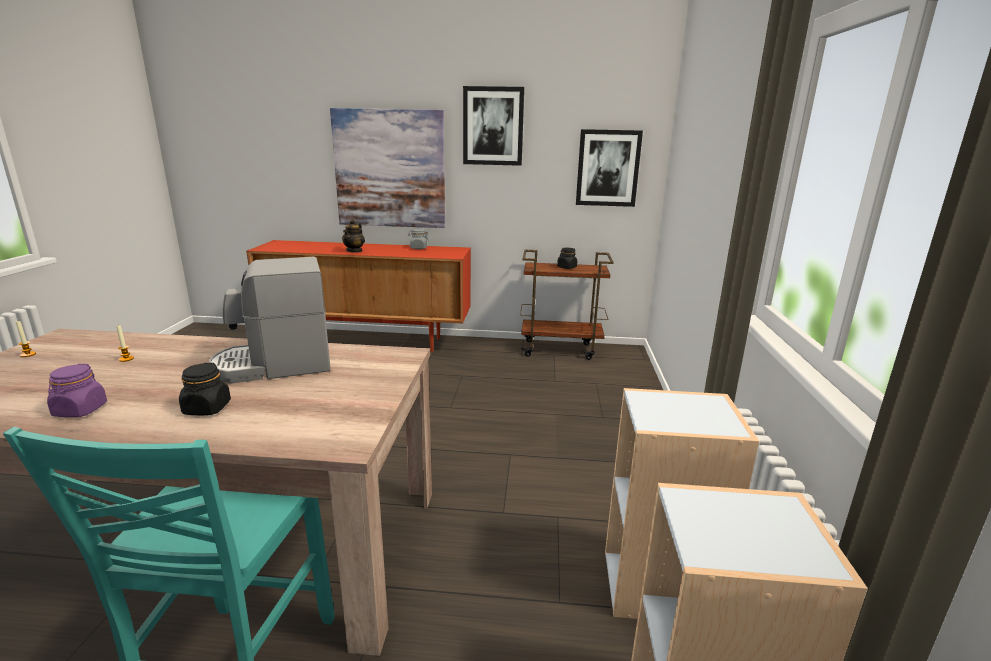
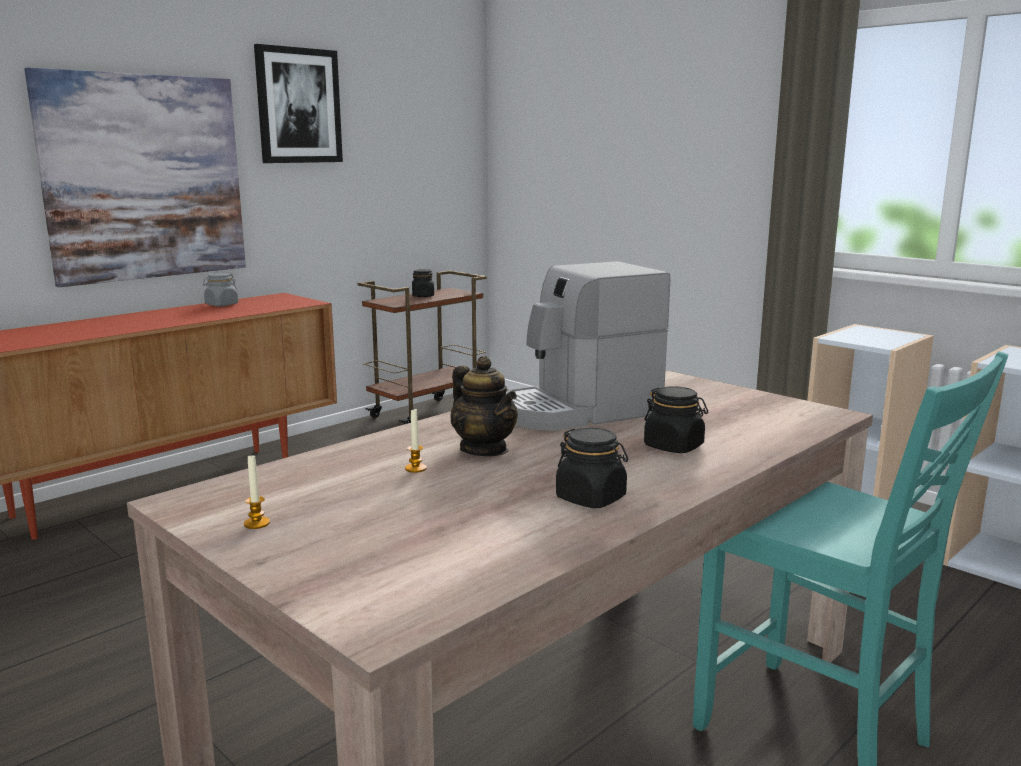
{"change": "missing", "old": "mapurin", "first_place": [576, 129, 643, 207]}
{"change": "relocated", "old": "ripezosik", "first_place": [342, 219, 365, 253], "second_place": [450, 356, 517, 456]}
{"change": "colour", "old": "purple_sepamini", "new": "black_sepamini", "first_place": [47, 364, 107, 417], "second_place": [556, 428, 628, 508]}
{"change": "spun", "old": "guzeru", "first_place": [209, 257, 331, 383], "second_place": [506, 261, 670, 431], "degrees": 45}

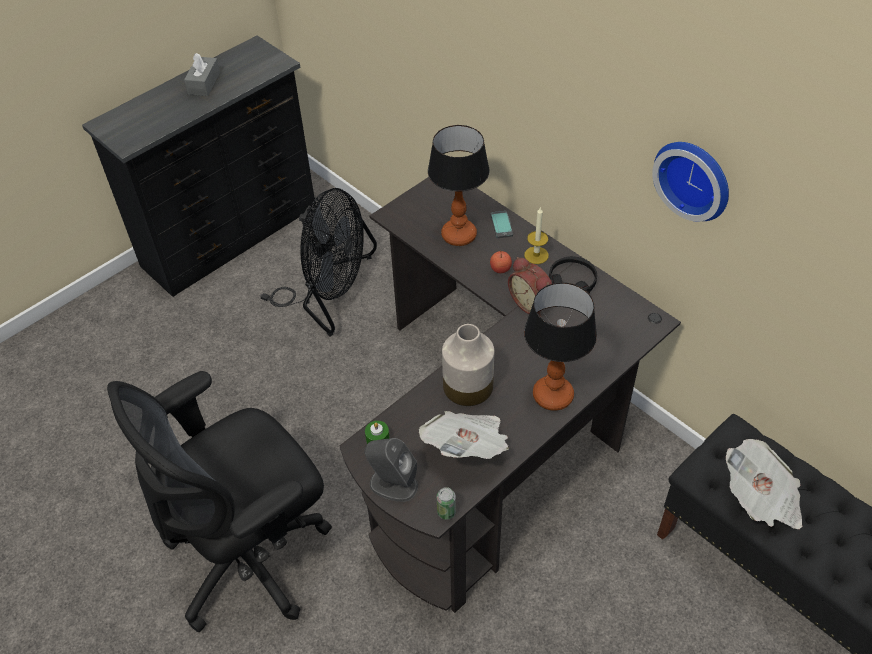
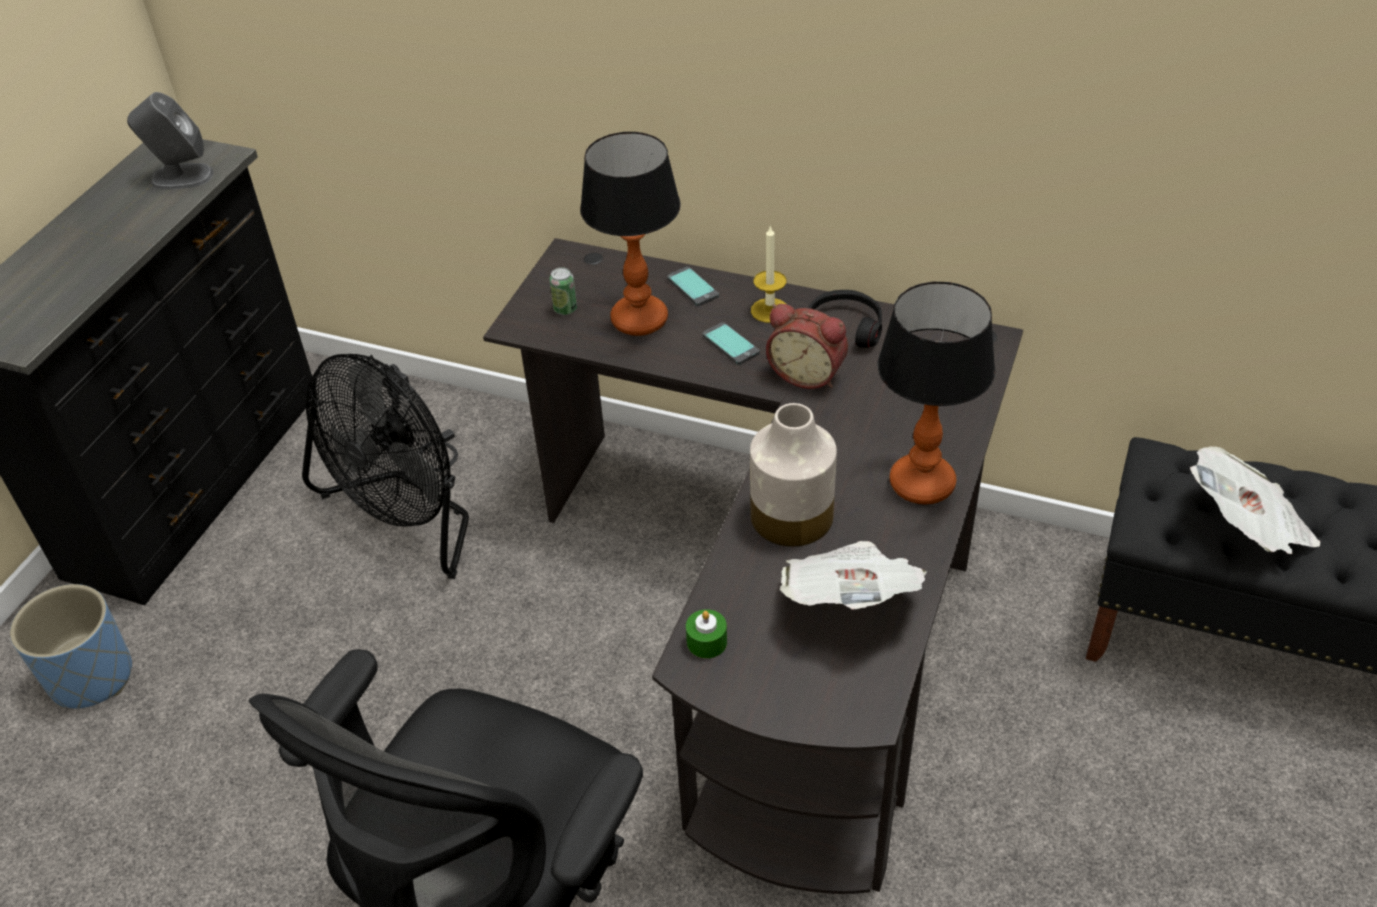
{"change": "missing", "old": "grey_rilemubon", "first_place": [184, 53, 220, 96]}
{"change": "missing", "old": "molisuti", "first_place": [652, 142, 729, 221]}
{"change": "appeared", "new": "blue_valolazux", "second_place": [10, 584, 132, 708]}
{"change": "relocated", "old": "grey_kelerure", "first_place": [364, 438, 418, 502], "second_place": [127, 92, 214, 190]}
{"change": "relocated", "old": "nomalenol", "first_place": [437, 487, 456, 520], "second_place": [550, 267, 577, 315]}
{"change": "exchanged", "old": "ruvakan", "new": "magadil", "first_place": [490, 250, 512, 273], "second_place": [702, 322, 760, 365]}
{"change": "spun", "old": "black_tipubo", "first_place": [260, 188, 377, 337], "second_place": [302, 354, 469, 579], "degrees": 135}

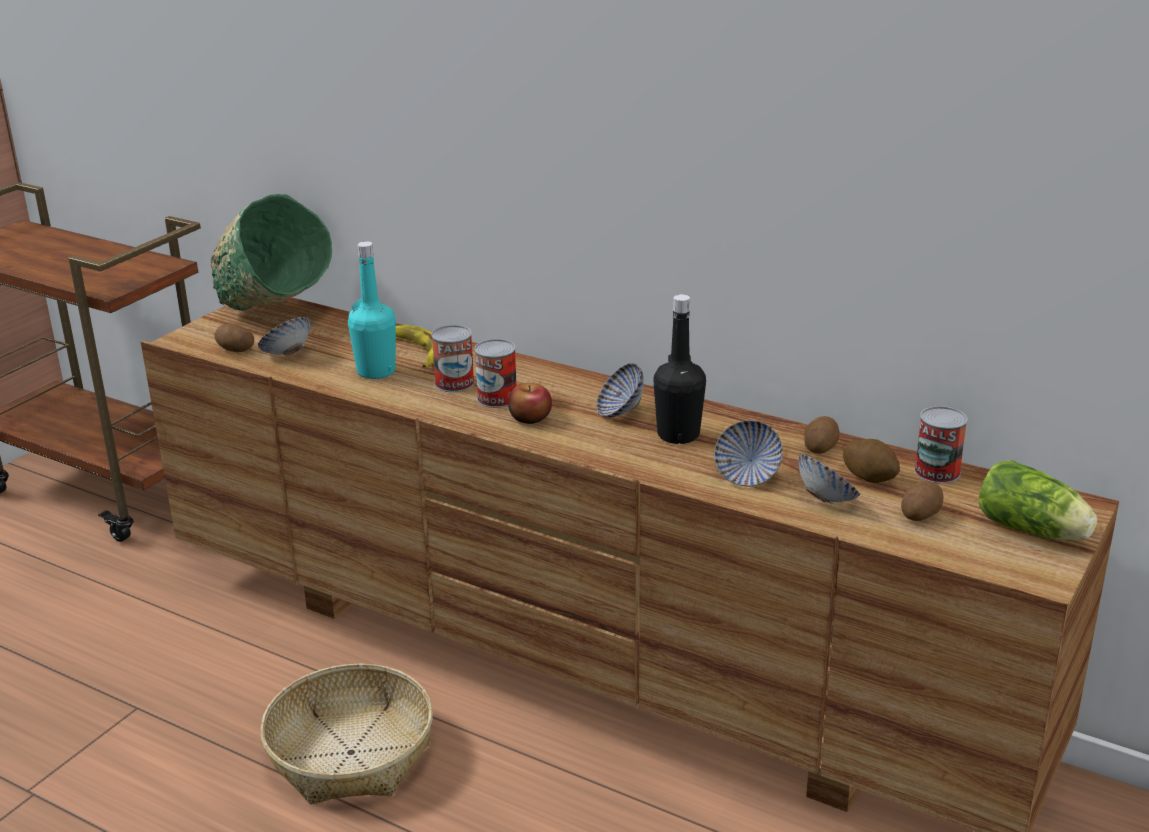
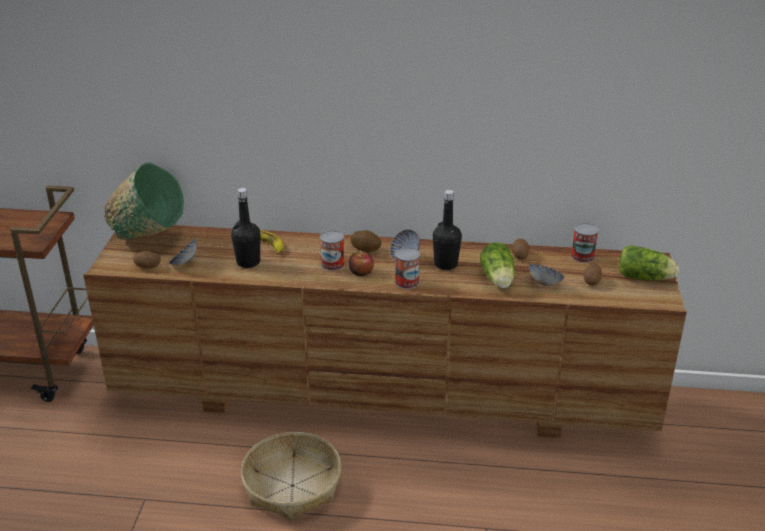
{"change": "relocated", "old": "nomalenol", "first_place": [431, 325, 475, 392], "second_place": [395, 247, 420, 289]}
{"change": "relocated", "old": "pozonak", "first_place": [843, 438, 900, 483], "second_place": [351, 230, 382, 252]}
{"change": "exchanged", "old": "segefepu", "new": "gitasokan", "first_place": [714, 420, 783, 487], "second_place": [480, 242, 515, 288]}
{"change": "colour", "old": "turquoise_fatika", "new": "black_fatika", "first_place": [348, 241, 396, 379], "second_place": [231, 188, 260, 268]}

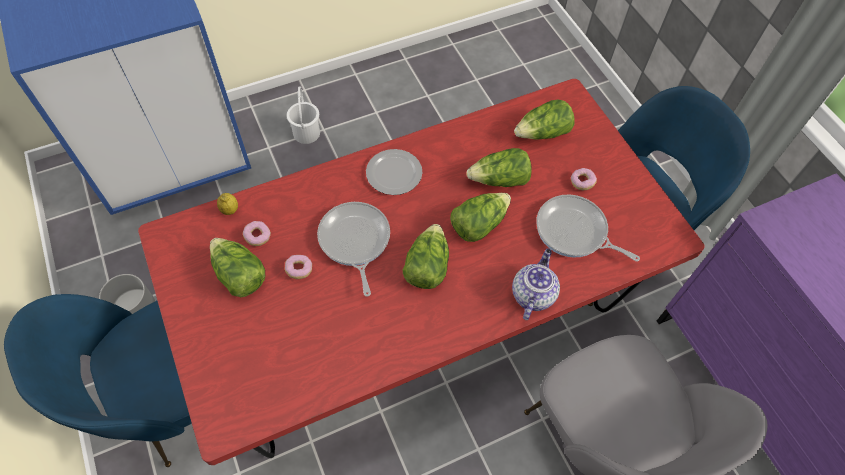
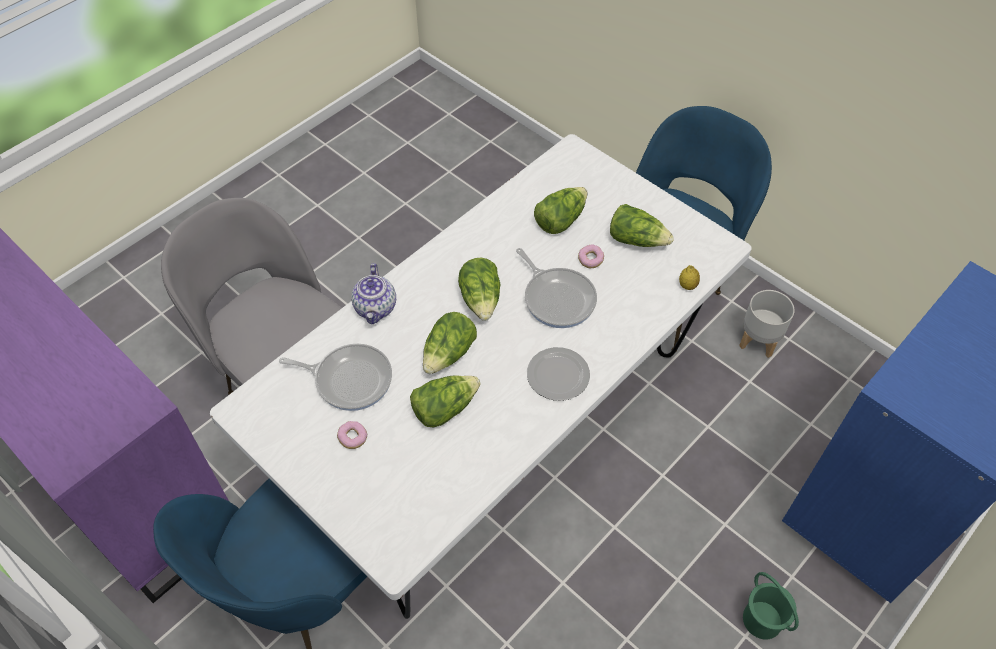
{"change": "missing", "old": "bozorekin", "first_place": [243, 221, 271, 246]}
{"change": "relocated", "old": "gitasokan", "first_place": [514, 100, 575, 140], "second_place": [534, 187, 588, 234]}
{"change": "colour", "old": "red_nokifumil", "new": "white_nokifumil", "first_place": [138, 79, 705, 465], "second_place": [210, 134, 752, 619]}
{"change": "colour", "old": "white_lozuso", "new": "green_lozuso", "first_place": [287, 86, 320, 144], "second_place": [743, 572, 799, 639]}

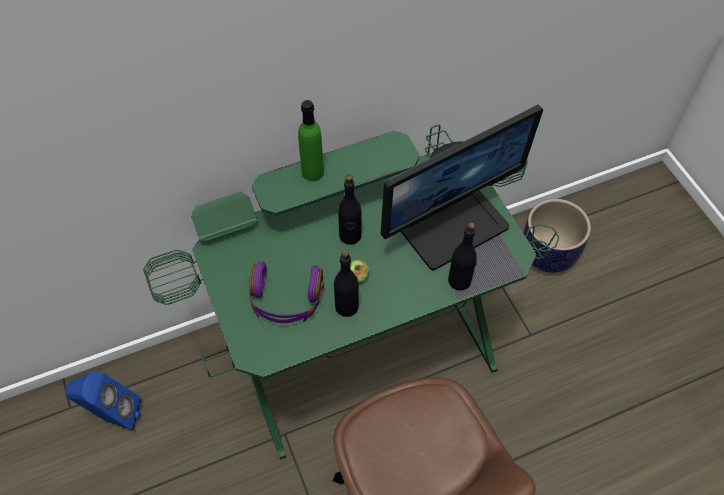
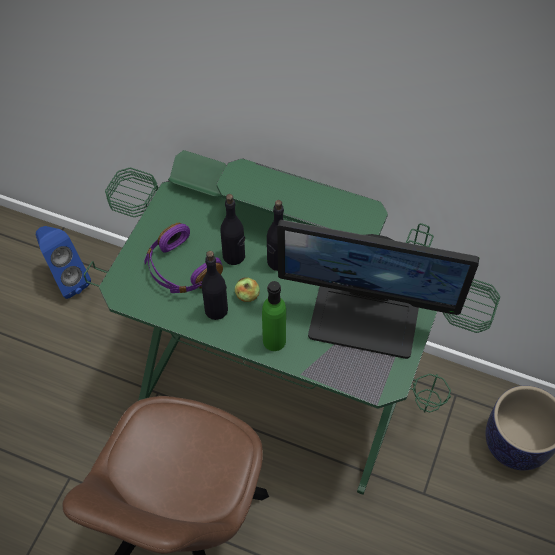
{"change": "relocated", "old": "green_fatika", "first_place": [298, 100, 324, 181], "second_place": [262, 281, 286, 351]}
{"change": "relocated", "old": "black_fatika", "first_place": [448, 222, 477, 291], "second_place": [221, 194, 245, 265]}

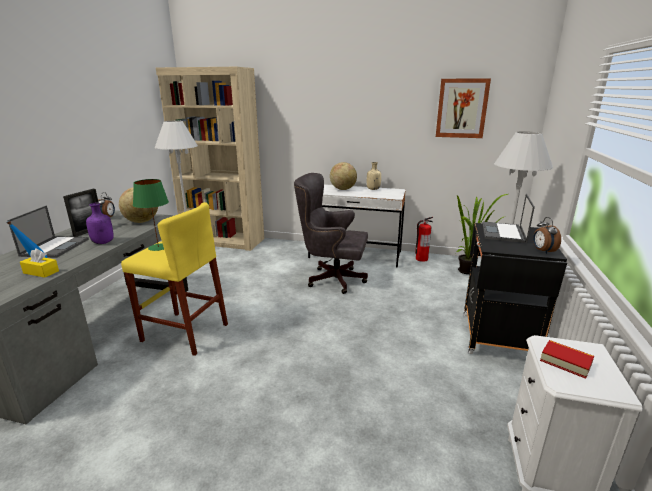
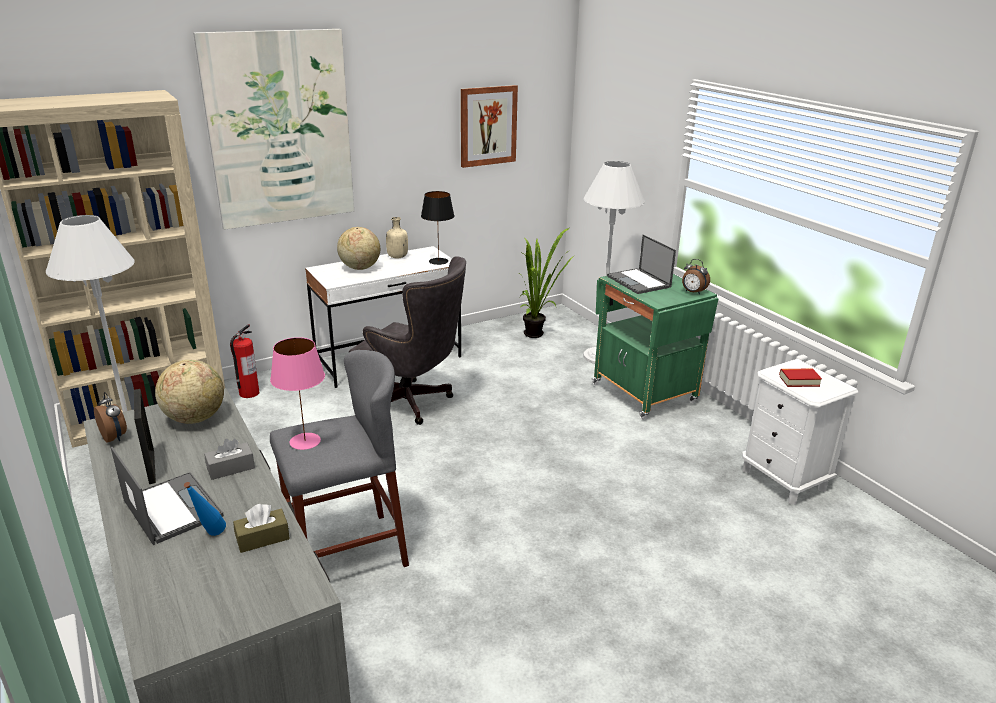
{"change": "appeared", "new": "mapurin", "second_place": [193, 29, 354, 230]}
{"change": "appeared", "new": "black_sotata", "second_place": [421, 191, 455, 265]}
{"change": "relocated", "old": "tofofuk", "first_place": [415, 217, 433, 262], "second_place": [230, 324, 259, 398]}
{"change": "exchanged", "old": "purple_fatika", "new": "grey_rilemubon", "first_place": [86, 203, 114, 244], "second_place": [204, 439, 255, 480]}
{"change": "colour", "old": "yellow_rilemubon", "new": "brown_rilemubon", "first_place": [20, 249, 59, 278], "second_place": [233, 504, 290, 553]}
{"change": "colour", "old": "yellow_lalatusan", "new": "grey_lalatusan", "first_place": [121, 202, 228, 356], "second_place": [270, 350, 409, 567]}
{"change": "colour", "old": "green_sotata", "new": "pink_sotata", "first_place": [133, 179, 169, 251], "second_place": [270, 337, 325, 450]}
{"change": "colour", "old": "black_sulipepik", "new": "green_sulipepik", "first_place": [463, 223, 567, 354], "second_place": [591, 274, 719, 420]}
{"change": "spun", "old": "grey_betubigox", "first_place": [294, 173, 368, 294], "second_place": [349, 256, 466, 425], "degrees": -120}

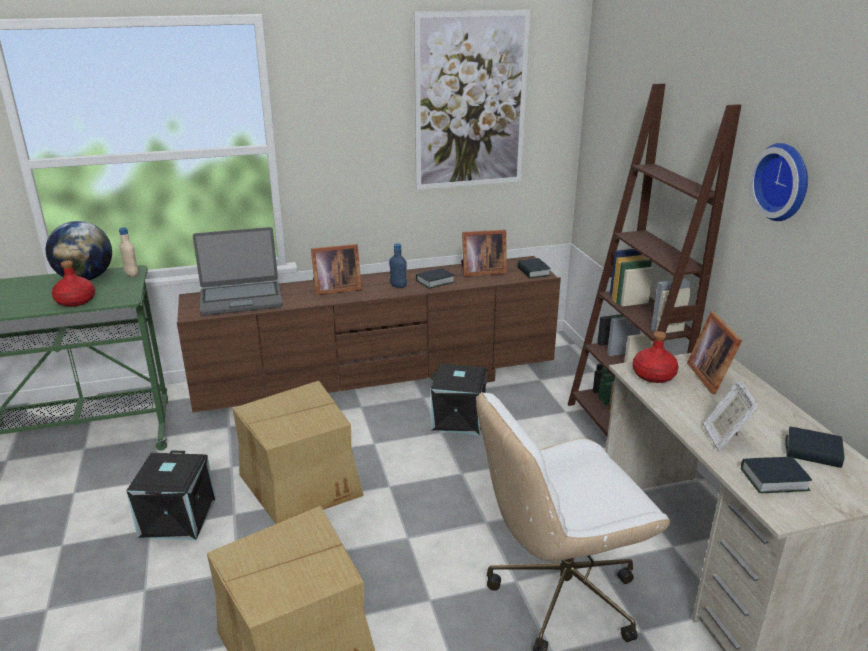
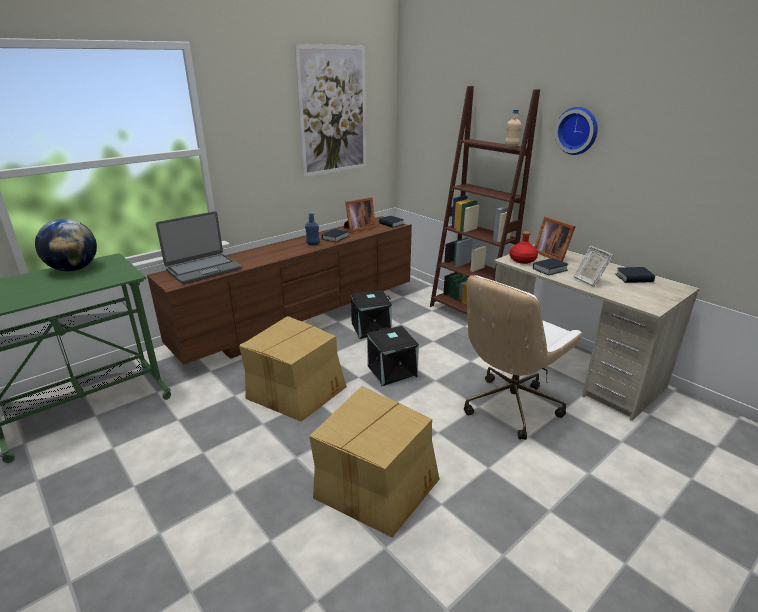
{"change": "missing", "old": "red_fatika", "first_place": [52, 260, 95, 307]}
{"change": "missing", "old": "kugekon", "first_place": [311, 244, 362, 295]}
{"change": "relocated", "old": "beige_fatika", "first_place": [119, 228, 138, 277], "second_place": [505, 109, 522, 147]}
{"change": "relocated", "old": "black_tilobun", "first_place": [126, 450, 215, 540], "second_place": [367, 326, 419, 386]}
{"change": "relocated", "old": "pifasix", "first_place": [741, 457, 812, 493], "second_place": [533, 258, 568, 275]}

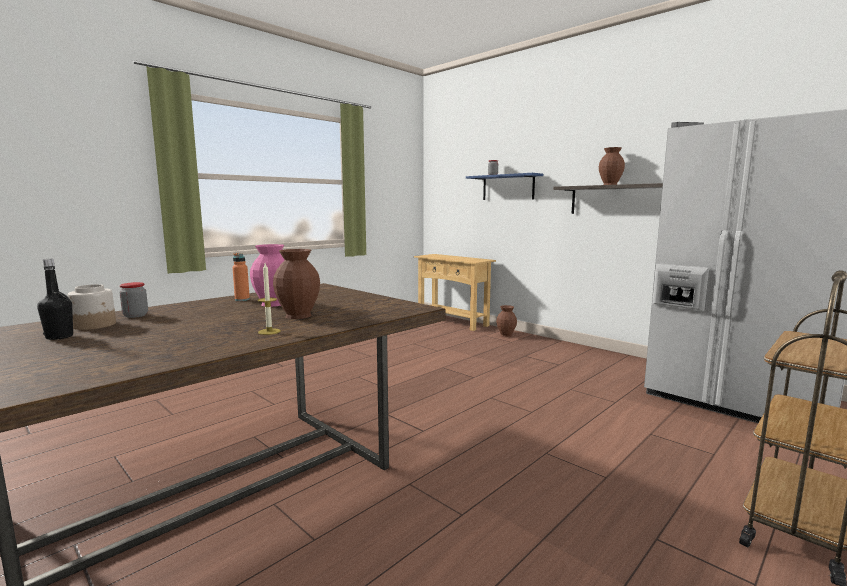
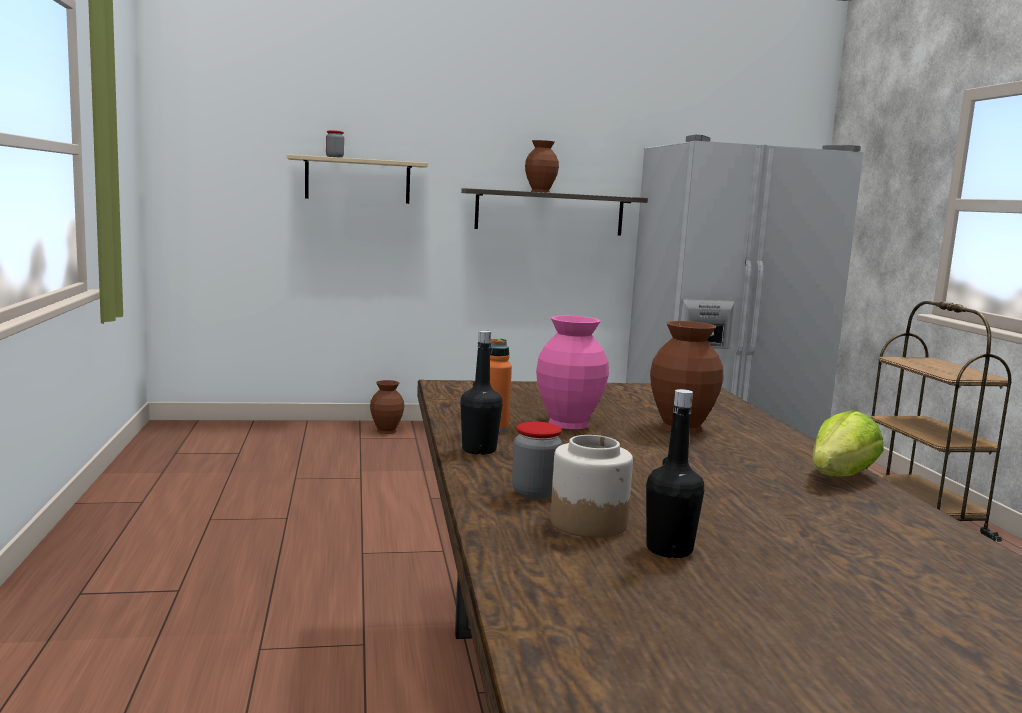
{"change": "missing", "old": "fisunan", "first_place": [258, 263, 281, 335]}
{"change": "missing", "old": "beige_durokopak", "first_place": [414, 254, 496, 331]}
{"change": "appeared", "new": "black_fatika", "second_place": [460, 330, 503, 455]}
{"change": "appeared", "new": "gitasokan", "second_place": [812, 410, 884, 477]}
{"change": "colour", "old": "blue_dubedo", "new": "beige_dubedo", "first_place": [466, 173, 543, 200], "second_place": [287, 154, 428, 204]}

